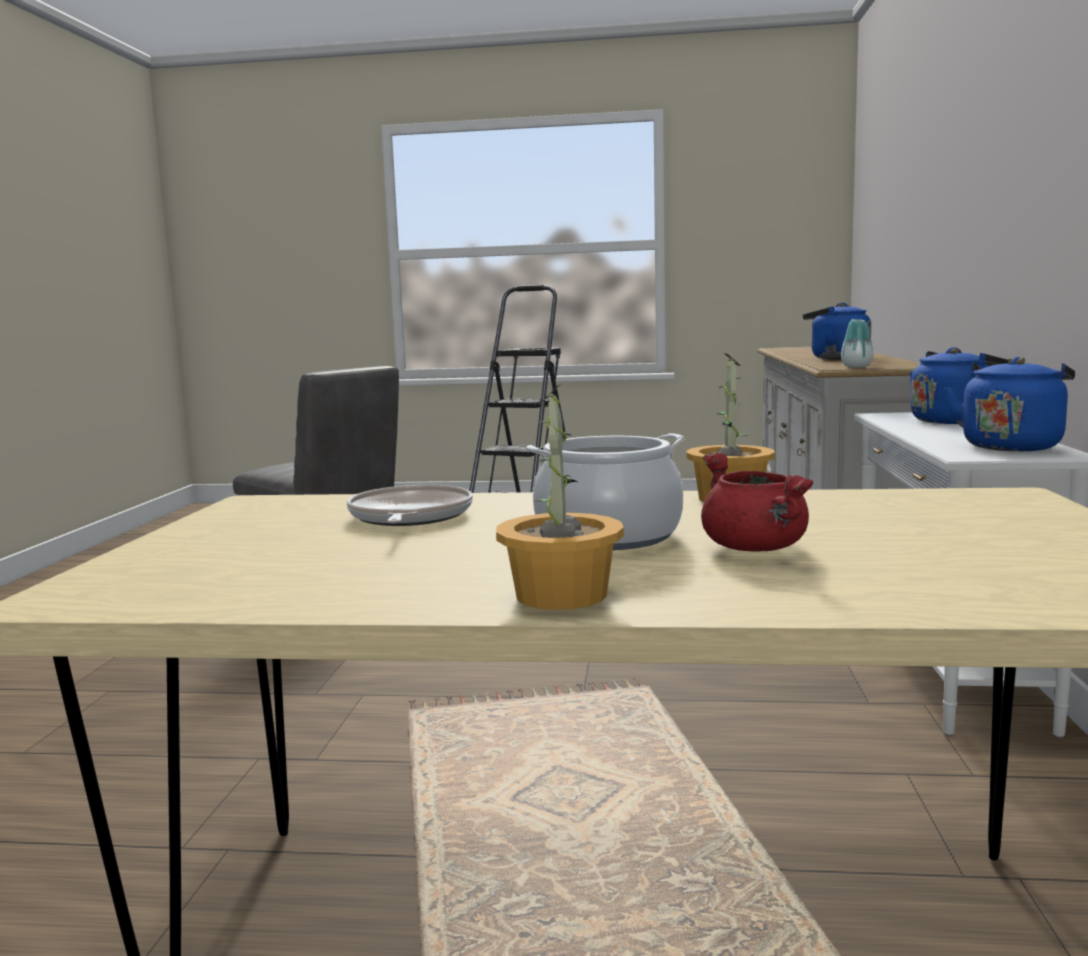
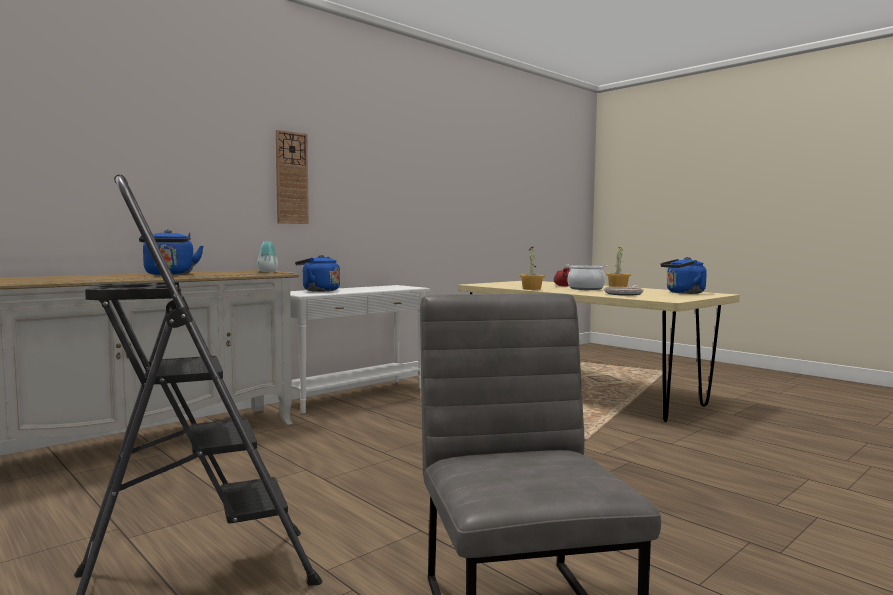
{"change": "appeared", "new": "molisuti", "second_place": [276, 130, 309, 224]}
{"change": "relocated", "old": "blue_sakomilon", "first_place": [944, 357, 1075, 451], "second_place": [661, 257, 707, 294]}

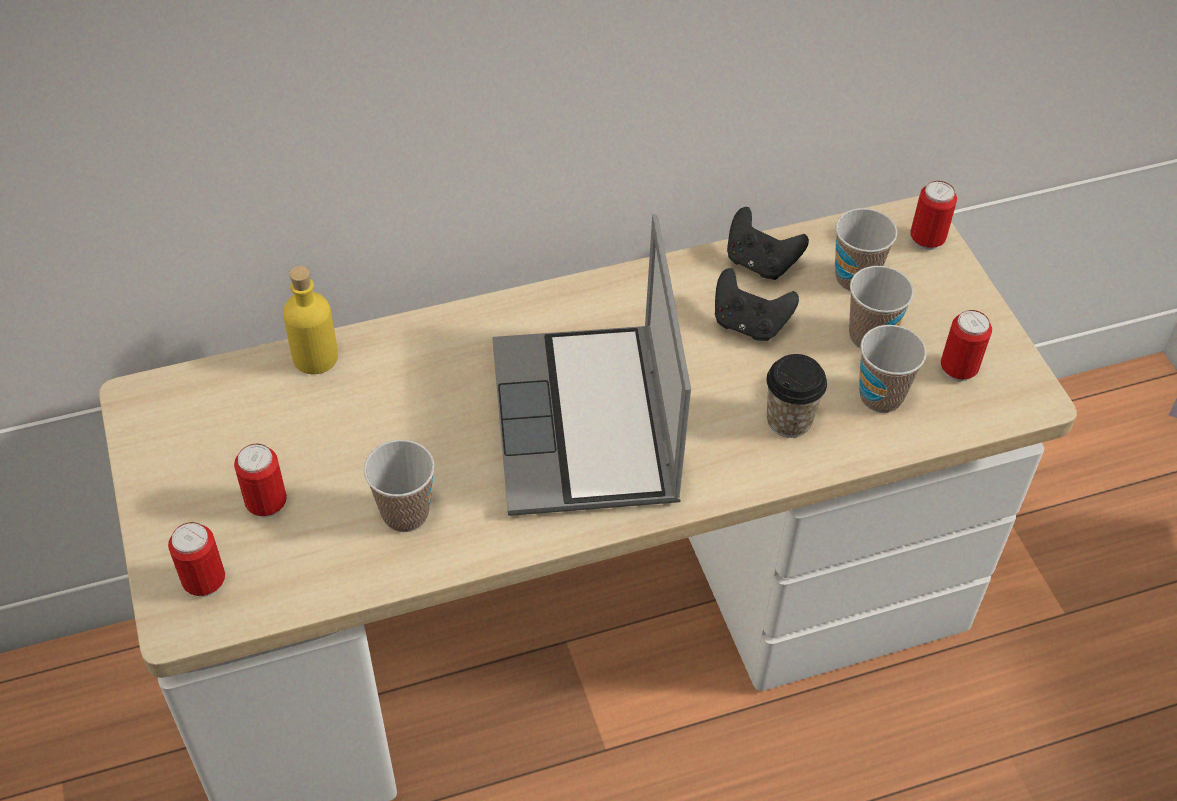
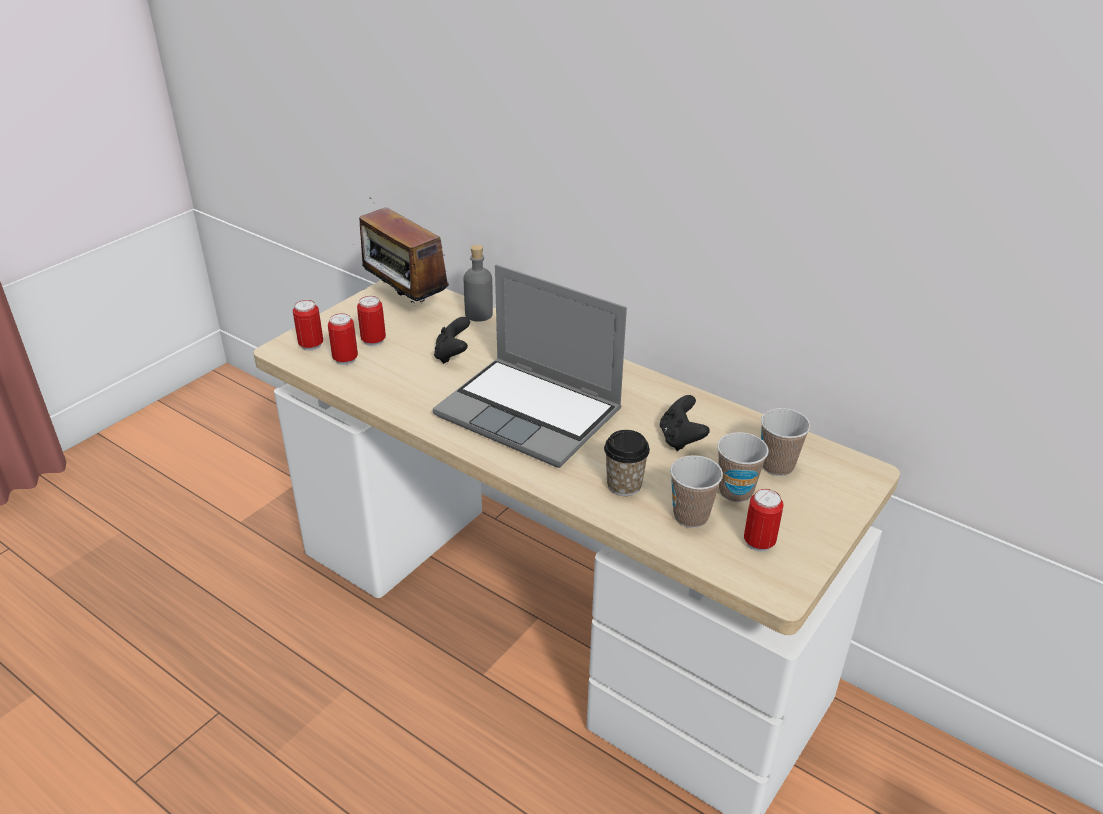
{"change": "missing", "old": "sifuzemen", "first_place": [364, 440, 435, 532]}
{"change": "appeared", "new": "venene", "second_place": [359, 198, 449, 303]}
{"change": "relocated", "old": "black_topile", "first_place": [727, 207, 809, 280], "second_place": [434, 317, 470, 364]}
{"change": "relocated", "old": "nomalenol", "first_place": [911, 181, 957, 250], "second_place": [328, 313, 358, 365]}
{"change": "colour", "old": "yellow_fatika", "new": "grey_fatika", "first_place": [283, 266, 338, 374], "second_place": [464, 245, 493, 322]}
{"change": "spun", "old": "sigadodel", "first_place": [492, 214, 691, 516], "second_place": [433, 265, 627, 468], "degrees": -105}

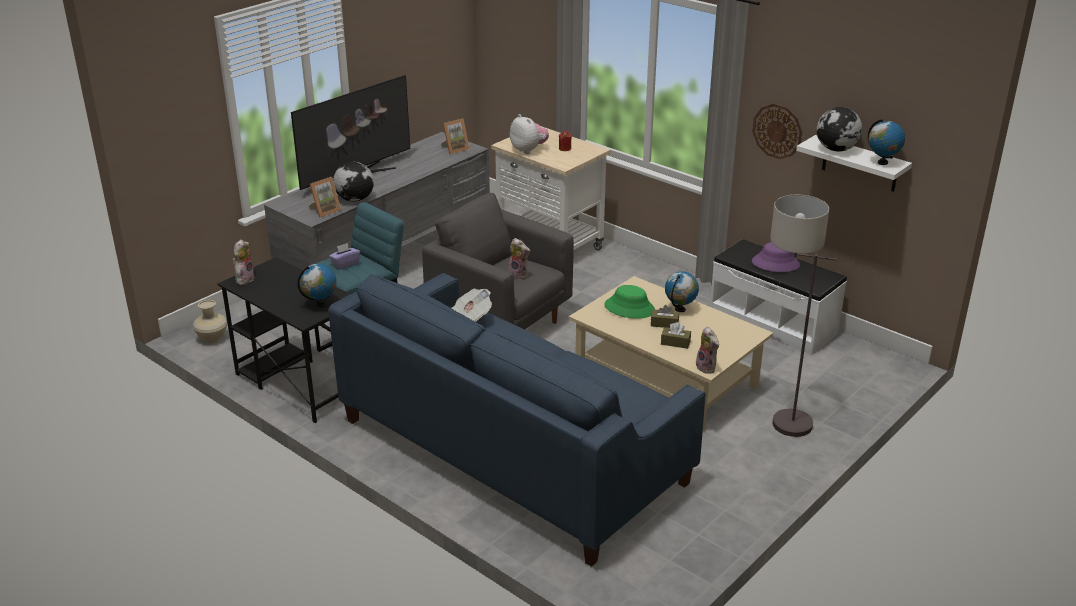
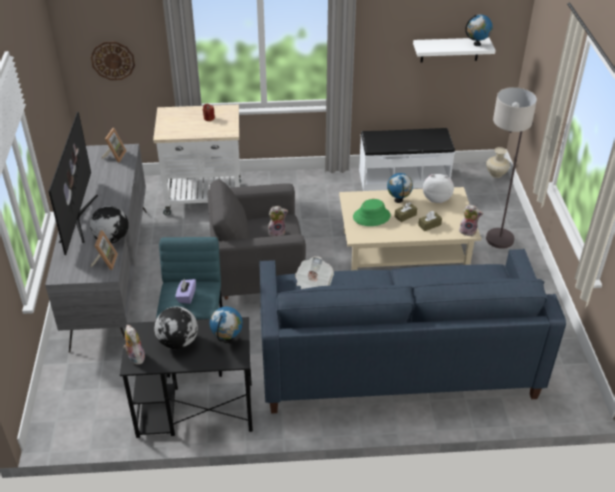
{"change": "missing", "old": "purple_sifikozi", "first_place": [752, 242, 800, 272]}
{"change": "relocated", "old": "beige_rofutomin", "first_place": [193, 300, 227, 343], "second_place": [486, 147, 510, 178]}
{"change": "relocated", "old": "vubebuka", "first_place": [510, 114, 549, 154], "second_place": [423, 174, 454, 203]}
{"change": "relocated", "old": "molisuti", "first_place": [752, 104, 802, 159], "second_place": [91, 42, 135, 80]}
{"change": "relocated", "old": "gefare", "first_place": [817, 107, 863, 152], "second_place": [154, 306, 198, 349]}

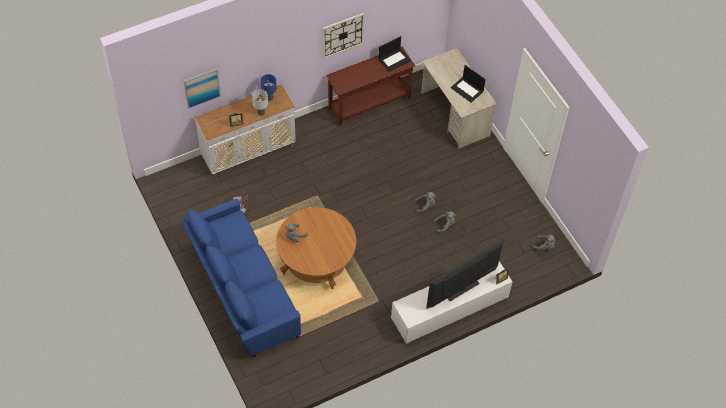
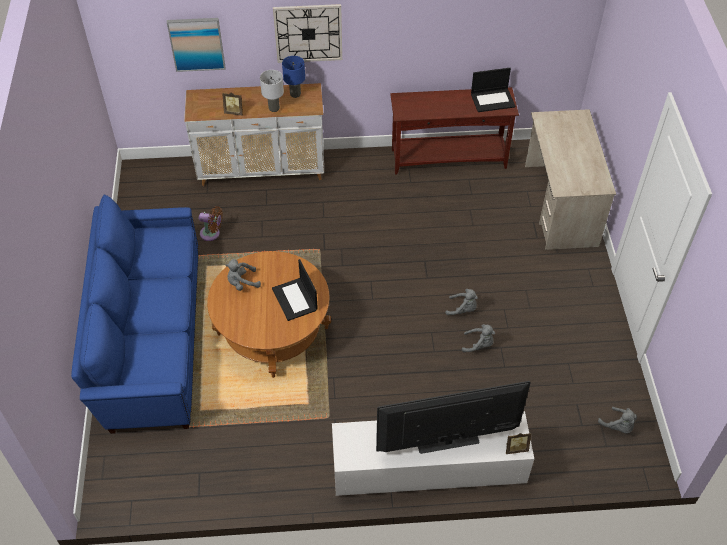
{"change": "relocated", "old": "molisuti", "first_place": [323, 13, 364, 59], "second_place": [273, 4, 342, 63]}
{"change": "relocated", "old": "sigadodel", "first_place": [451, 65, 486, 102], "second_place": [272, 259, 318, 321]}

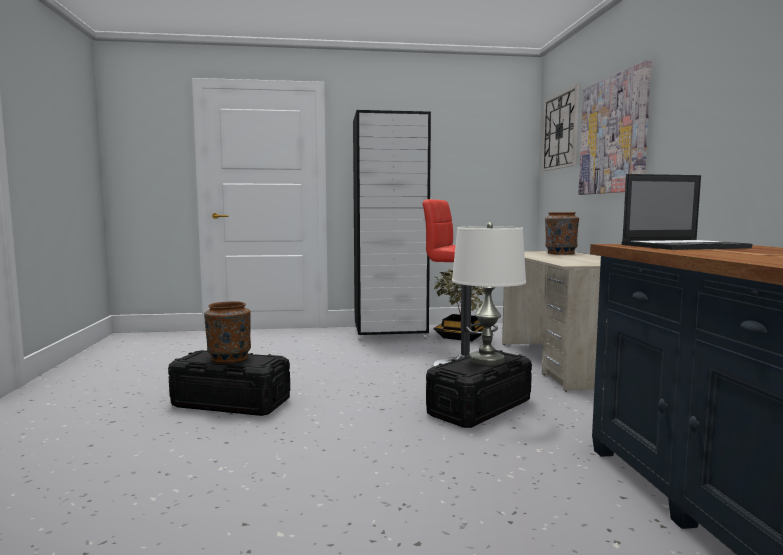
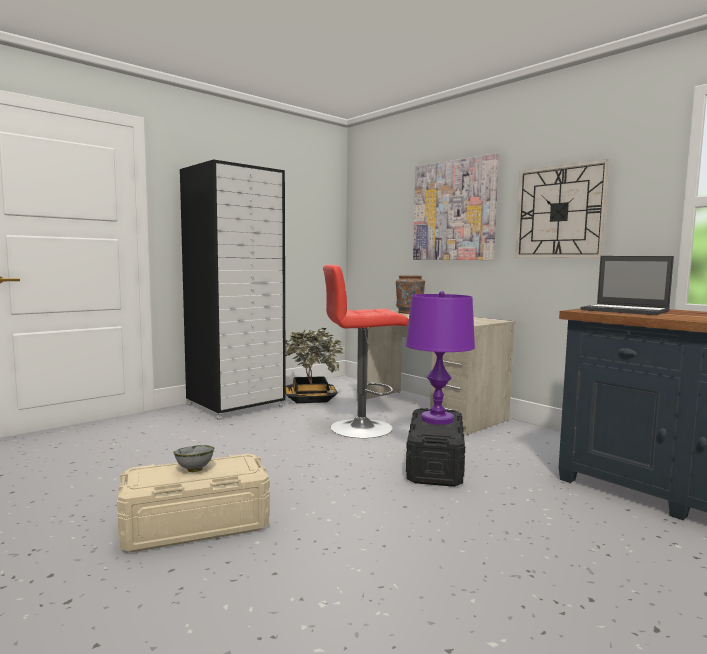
{"change": "relocated", "old": "molisuti", "first_place": [542, 85, 580, 171], "second_place": [515, 159, 610, 258]}
{"change": "exchanged", "old": "brown_rofutomin", "new": "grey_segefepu", "first_place": [204, 301, 251, 364], "second_place": [173, 445, 215, 472]}
{"change": "colour", "old": "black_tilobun", "new": "beige_tilobun", "first_place": [168, 350, 290, 416], "second_place": [117, 454, 270, 552]}
{"change": "colour", "old": "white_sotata", "new": "purple_sotata", "first_place": [452, 222, 526, 365], "second_place": [406, 291, 475, 425]}
{"change": "spun", "old": "sigadodel", "first_place": [622, 174, 752, 250], "second_place": [580, 256, 674, 315], "degrees": 90}

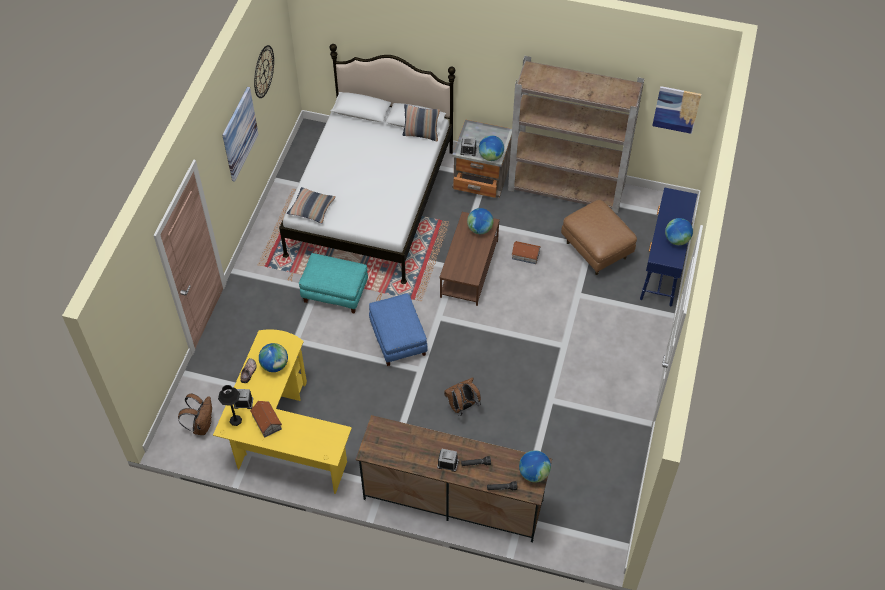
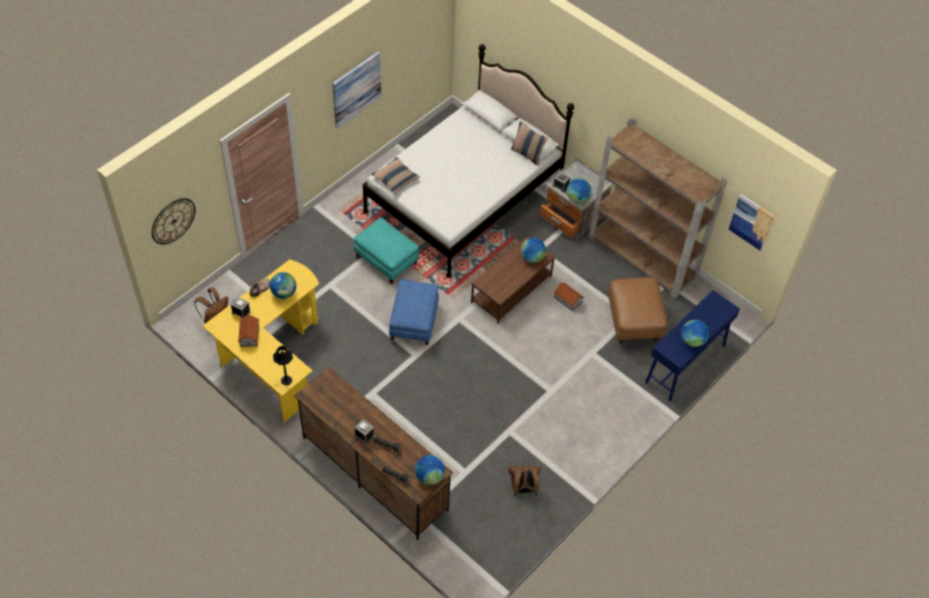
{"change": "relocated", "old": "black_sotata", "first_place": [218, 385, 242, 426], "second_place": [273, 346, 293, 385]}
{"change": "relocated", "old": "molisuti", "first_place": [254, 45, 274, 98], "second_place": [152, 198, 195, 244]}
{"change": "relocated", "old": "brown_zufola", "first_place": [444, 377, 481, 416], "second_place": [509, 466, 541, 496]}

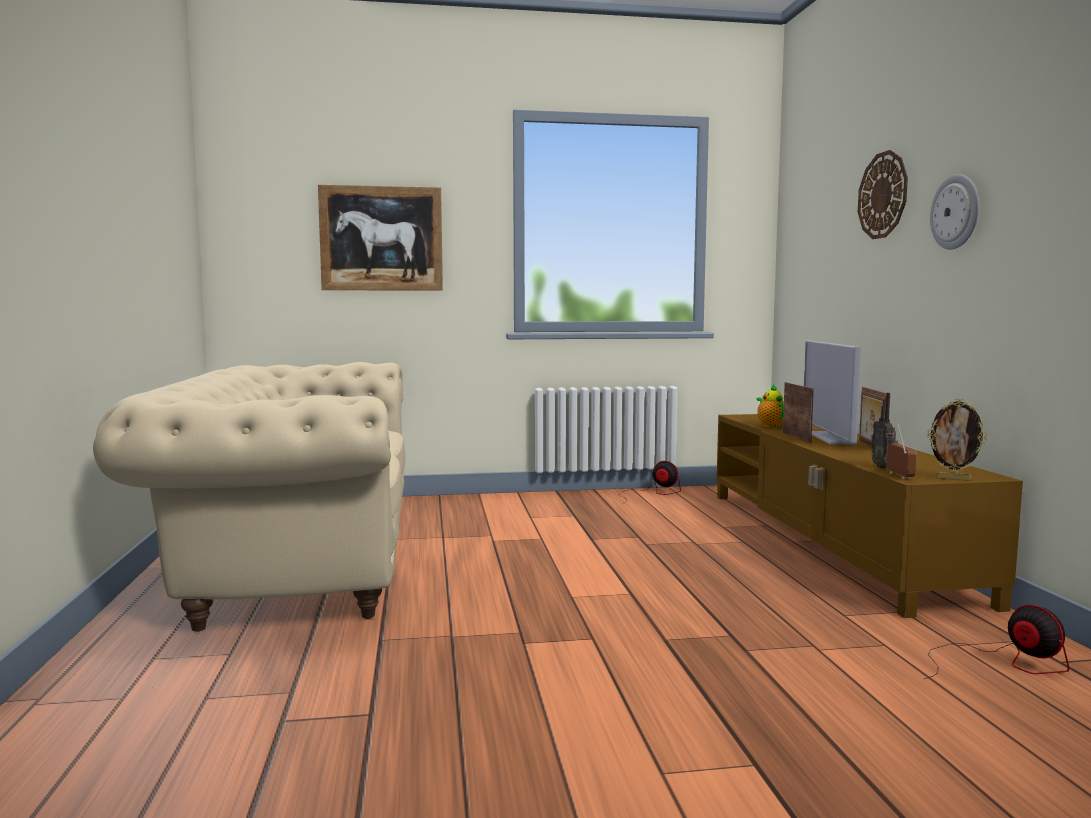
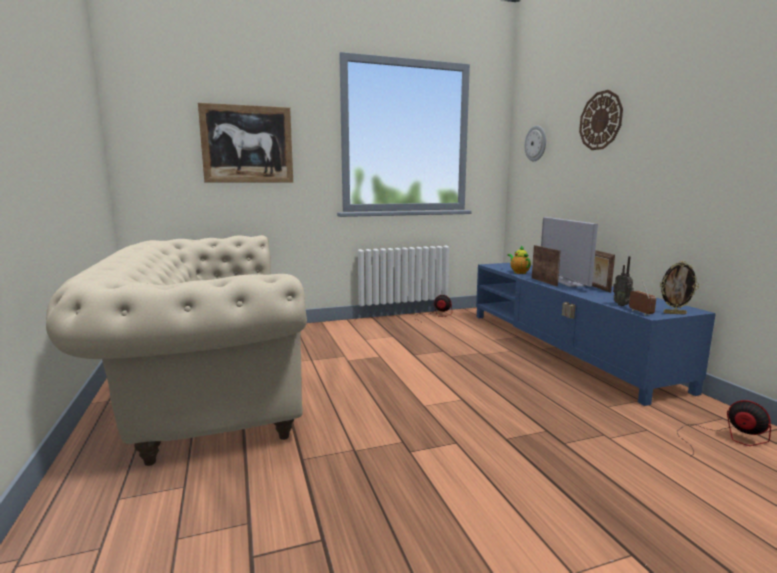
{"change": "relocated", "old": "molisuti", "first_place": [930, 174, 979, 250], "second_place": [525, 125, 546, 161]}
{"change": "colour", "old": "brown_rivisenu", "new": "blue_rivisenu", "first_place": [717, 414, 1023, 618], "second_place": [476, 263, 716, 406]}

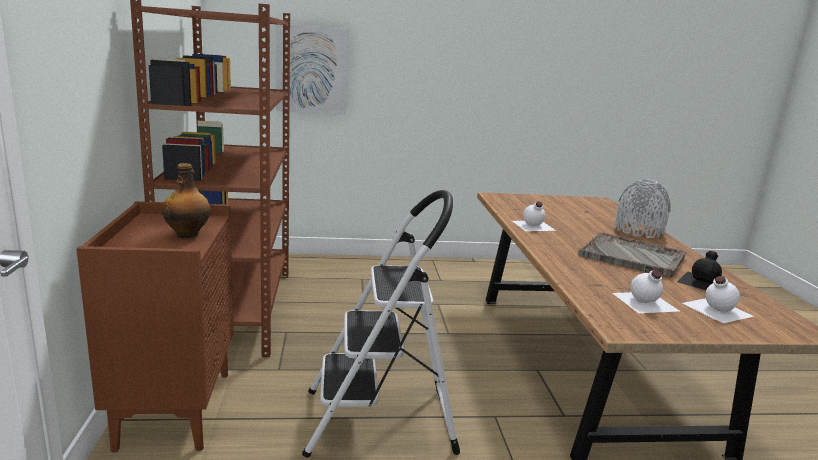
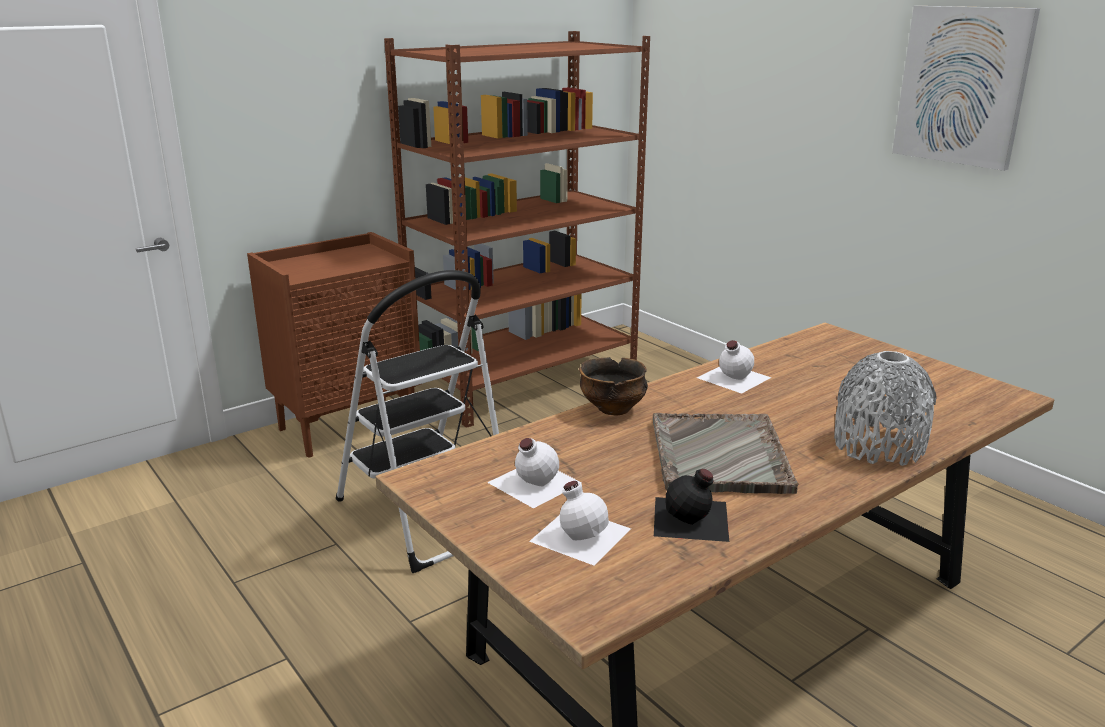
{"change": "missing", "old": "fatika", "first_place": [162, 163, 211, 238]}
{"change": "appeared", "new": "segefepu", "second_place": [579, 357, 648, 416]}
{"change": "relocated", "old": "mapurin", "first_place": [276, 24, 349, 115], "second_place": [892, 6, 1040, 171]}

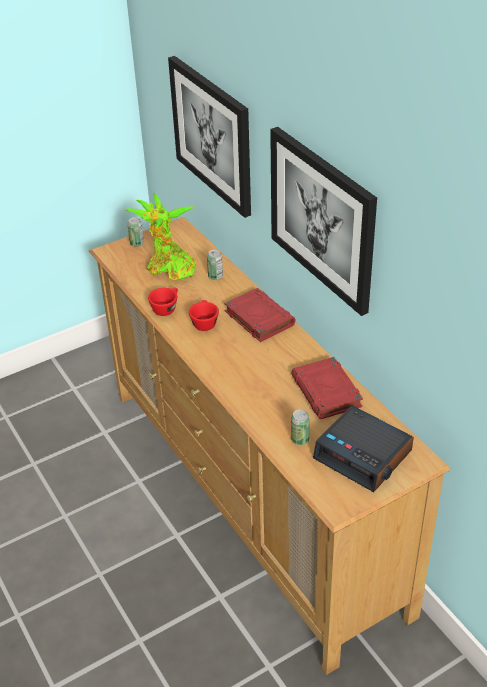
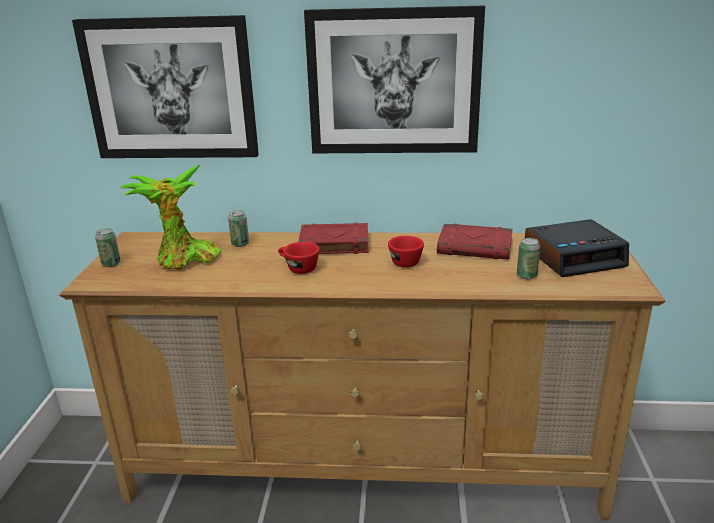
{"change": "relocated", "old": "red_sifuzemen", "first_place": [148, 287, 178, 316], "second_place": [388, 236, 424, 267]}

